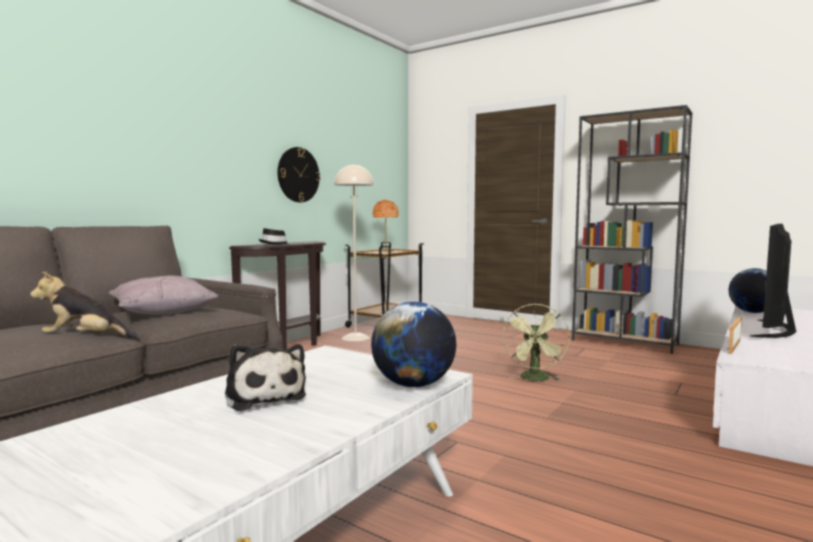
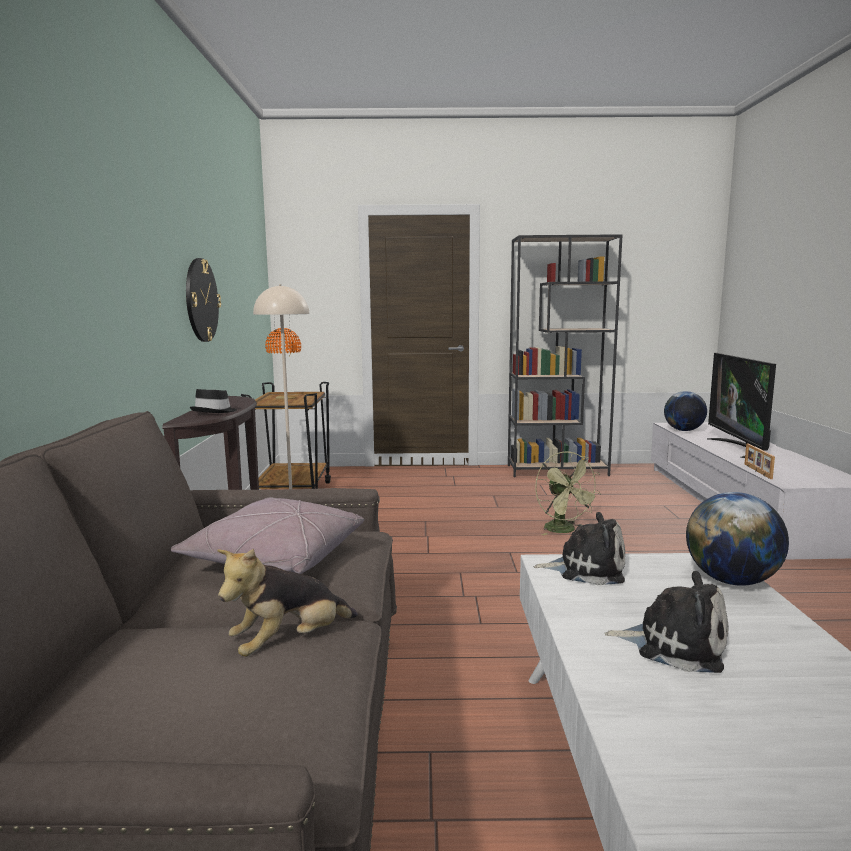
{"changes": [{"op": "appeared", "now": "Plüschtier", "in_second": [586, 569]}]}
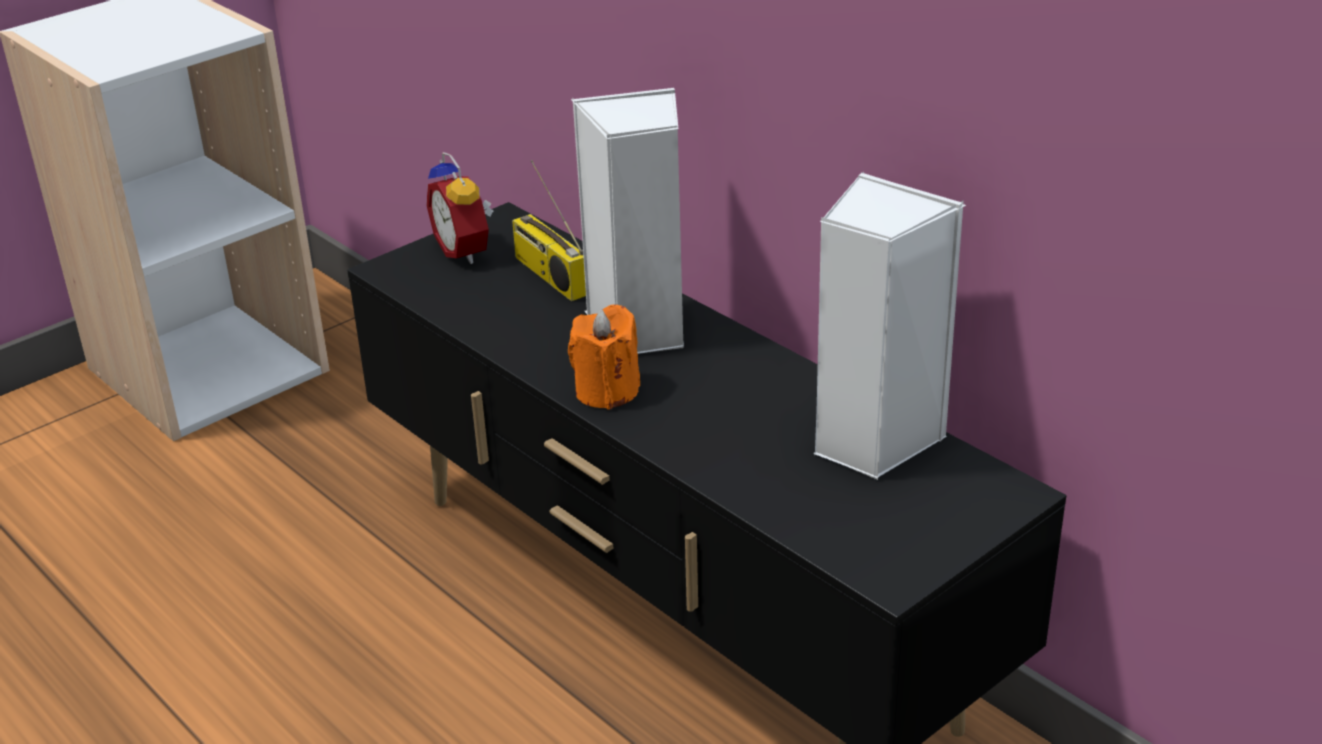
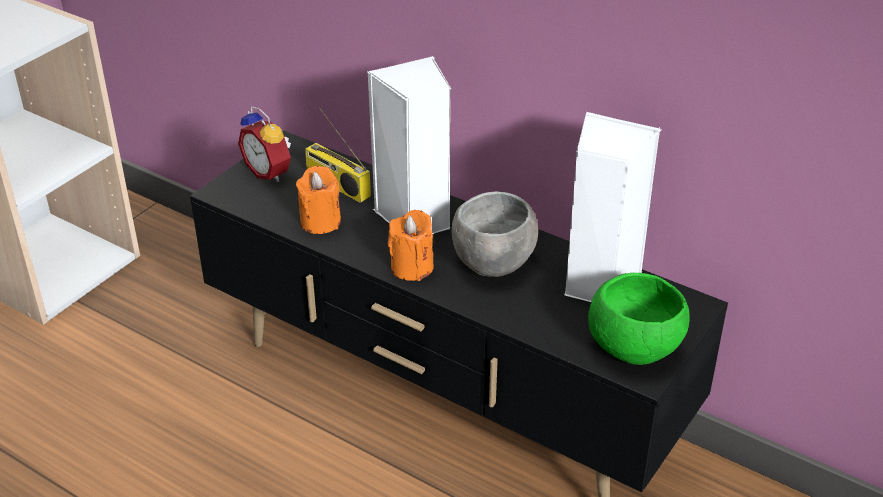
{"changes": [{"op": "appeared", "now": "Kerze/orange", "in_second": [320, 222]}, {"op": "appeared", "now": "Schüssel/grau", "in_second": [492, 264]}, {"op": "appeared", "now": "Schüssel/grün", "in_second": [632, 348]}]}
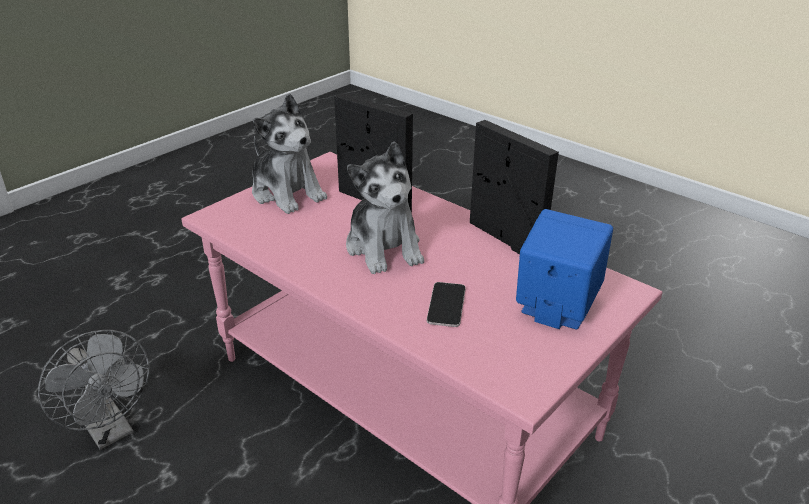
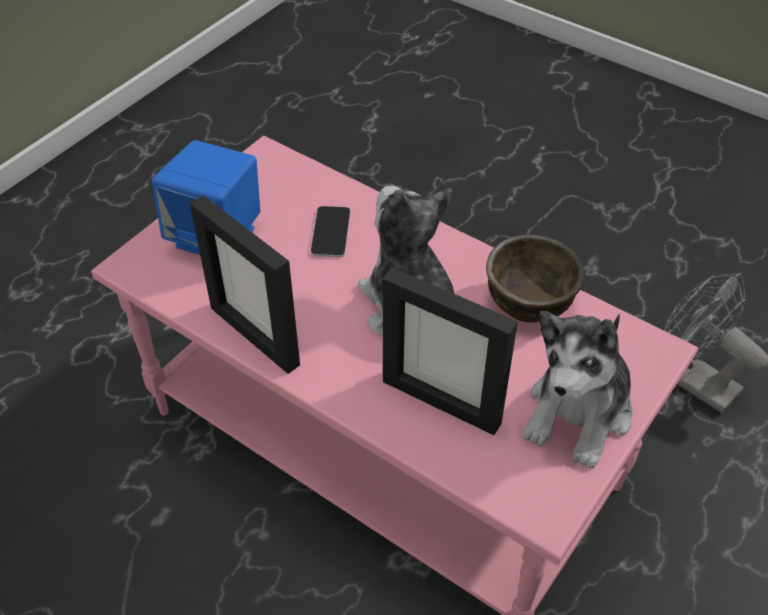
{"changes": [{"op": "spun", "was": "Plüschtier", "in_first": [287, 193], "in_second": [579, 412], "clockwise": -105}, {"op": "appeared", "now": "Schüssel/braun", "in_second": [528, 302]}]}
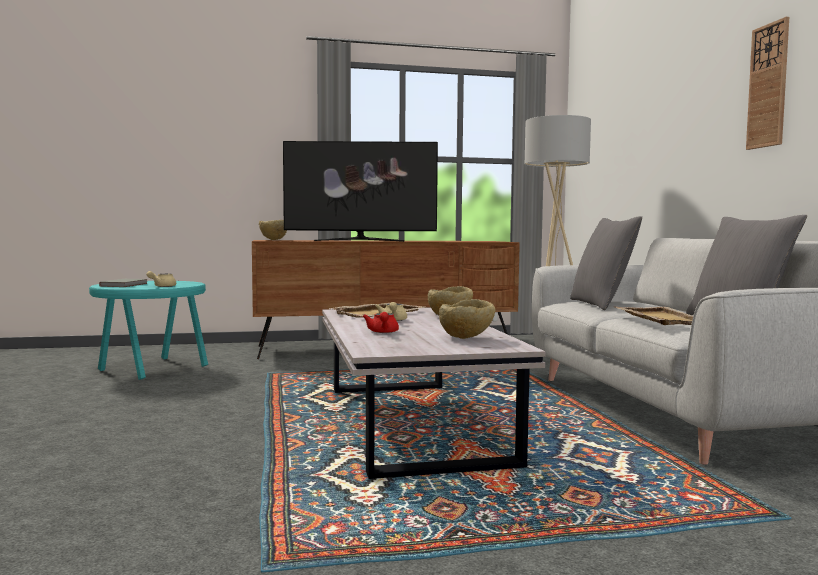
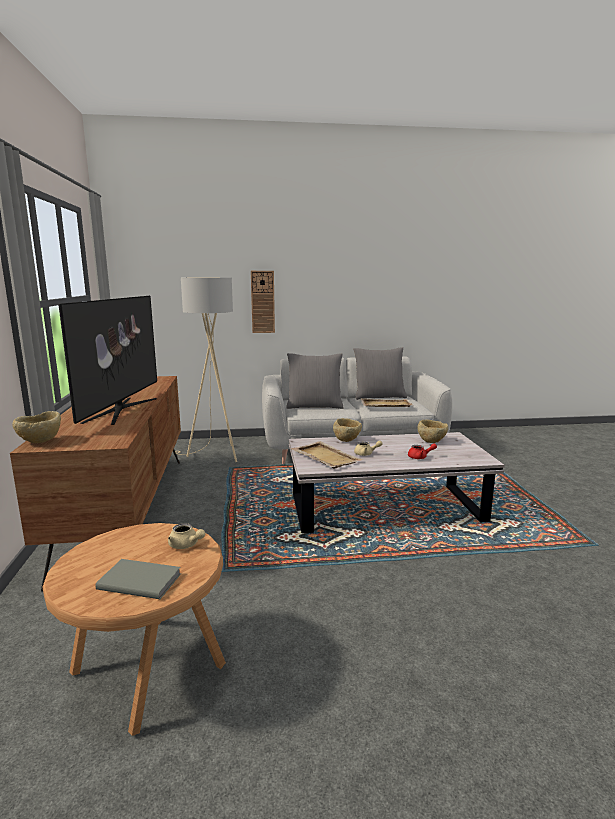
{"changes": [{"op": "relocated", "was": "Wanduhr", "in_first": [768, 86], "in_second": [262, 302]}, {"op": "colour", "was": "Beistelltisch/türkis", "now": "Beistelltisch/braun", "in_first": [151, 368], "in_second": [149, 672]}]}
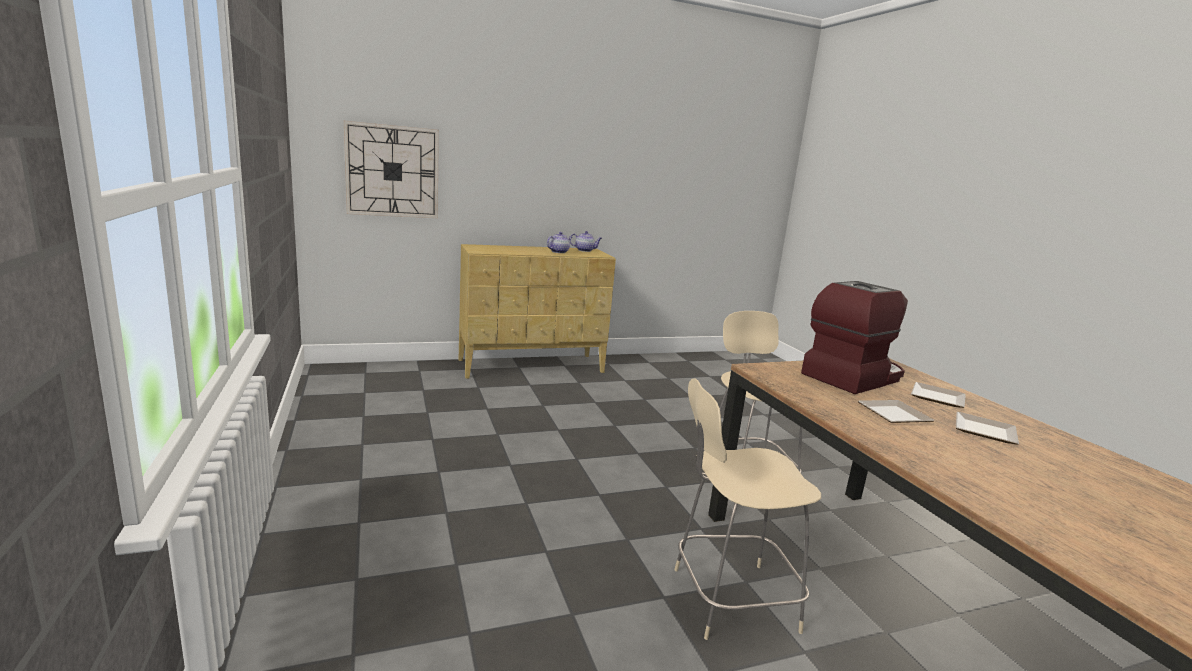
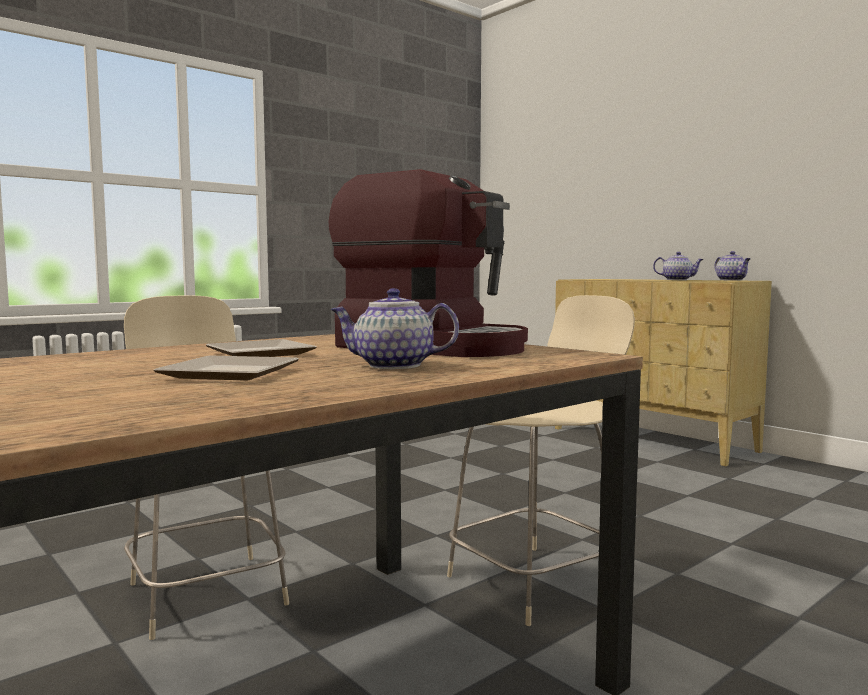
{"changes": [{"op": "missing", "was": "Wanduhr", "in_first": [392, 171]}, {"op": "exchanged", "was": "Teller", "now": "Teekanne", "in_first": [939, 399], "in_second": [392, 366]}]}
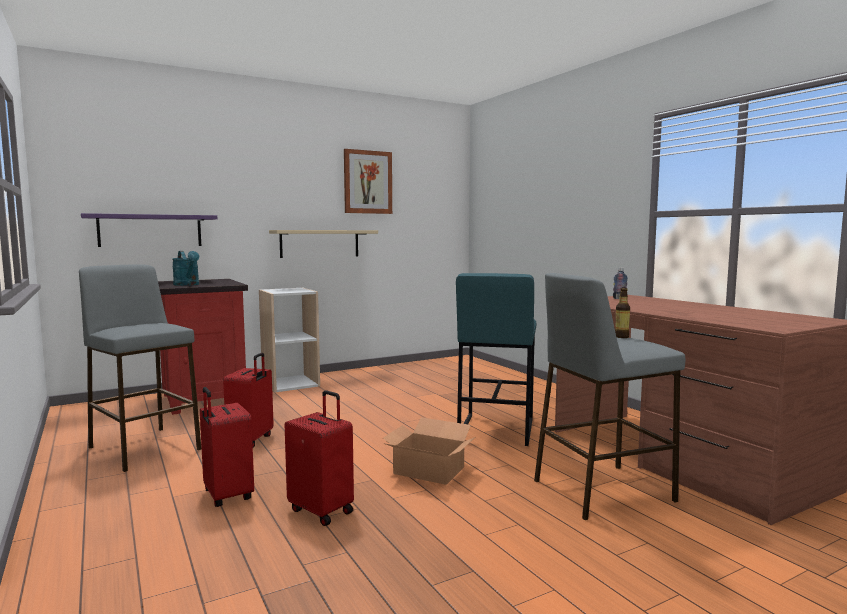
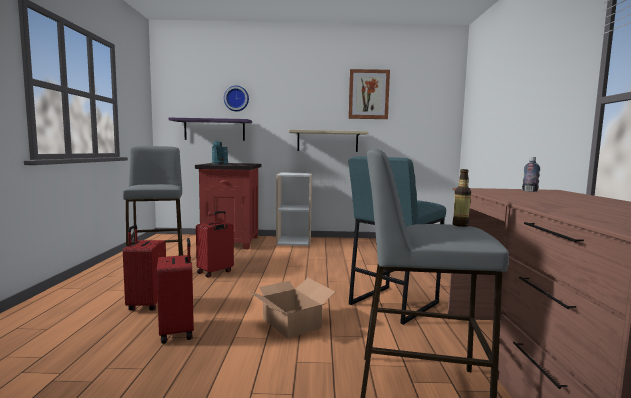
{"changes": [{"op": "appeared", "now": "Wanduhr", "in_second": [236, 98]}]}
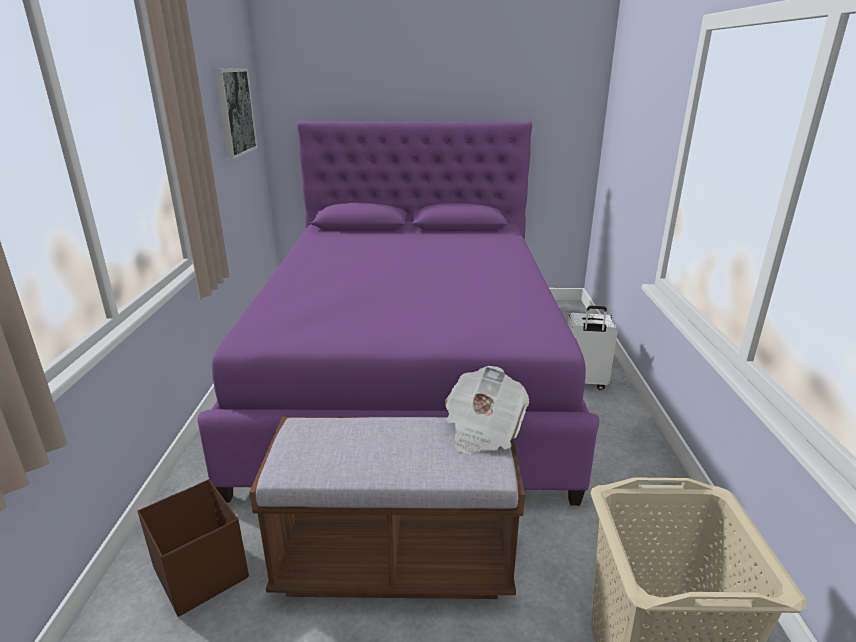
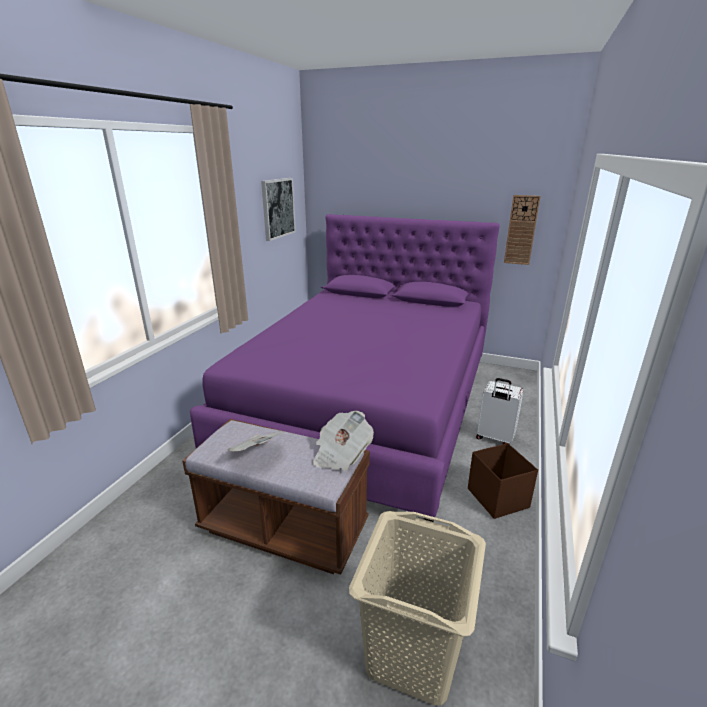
{"changes": [{"op": "relocated", "was": "Aufbewahrungsbox/braun", "in_first": [201, 572], "in_second": [497, 497]}, {"op": "appeared", "now": "Wanduhr", "in_second": [521, 230]}, {"op": "appeared", "now": "Zeitung", "in_second": [257, 453]}]}
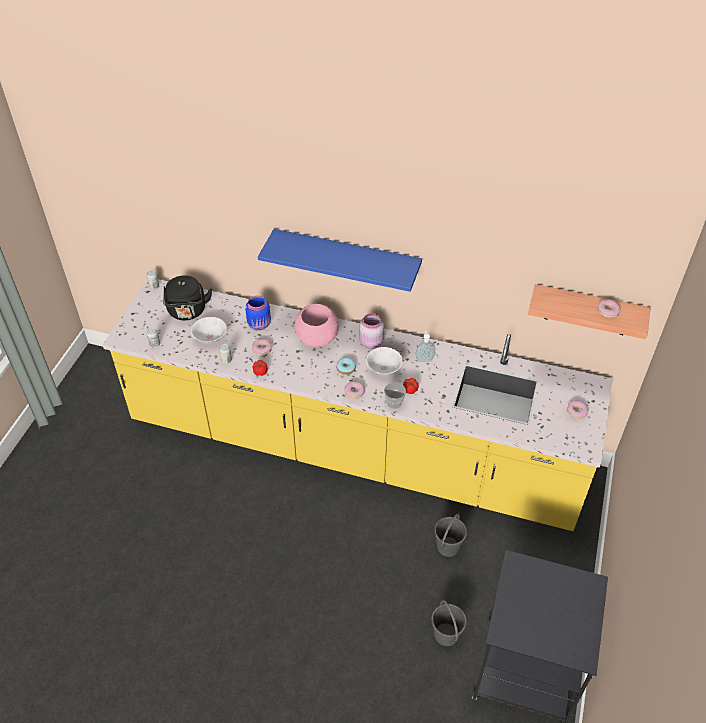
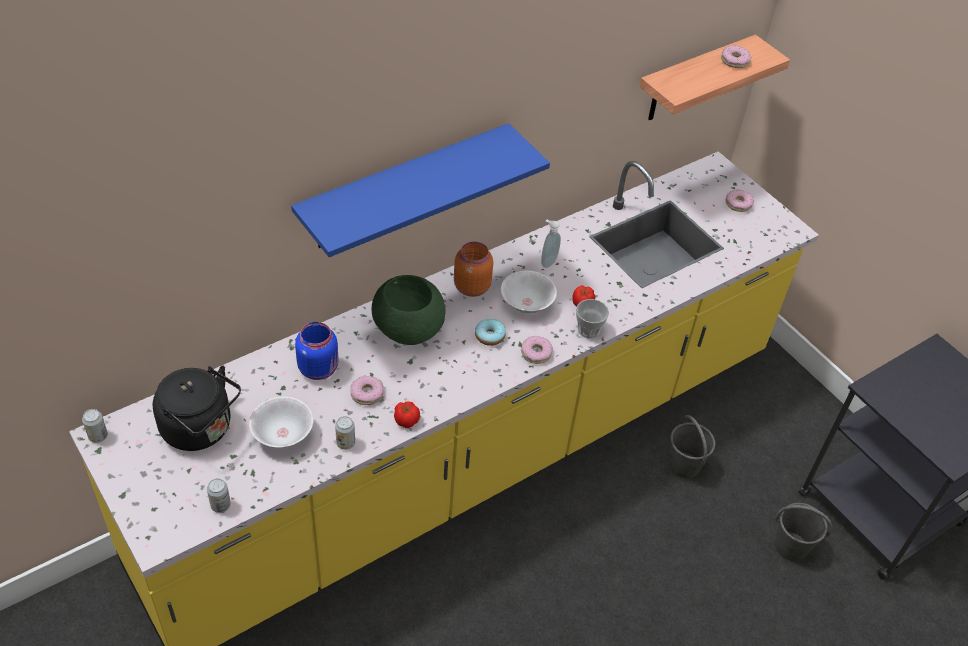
{"changes": [{"op": "colour", "was": "Schüssel/rosa", "now": "Schüssel/grün", "in_first": [317, 338], "in_second": [409, 329]}, {"op": "colour", "was": "Vorratsglas/rosa", "now": "Vorratsglas/orange", "in_first": [370, 342], "in_second": [470, 287]}]}
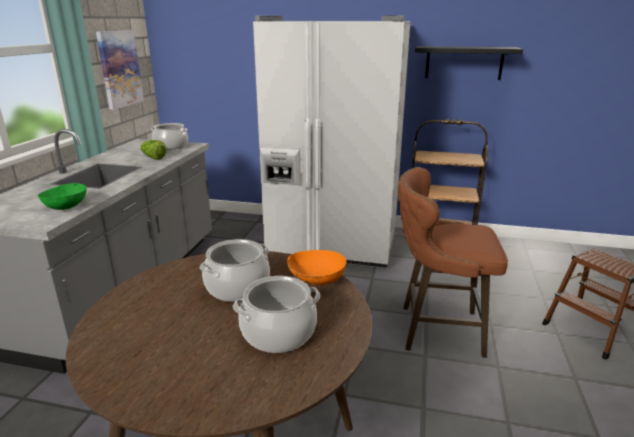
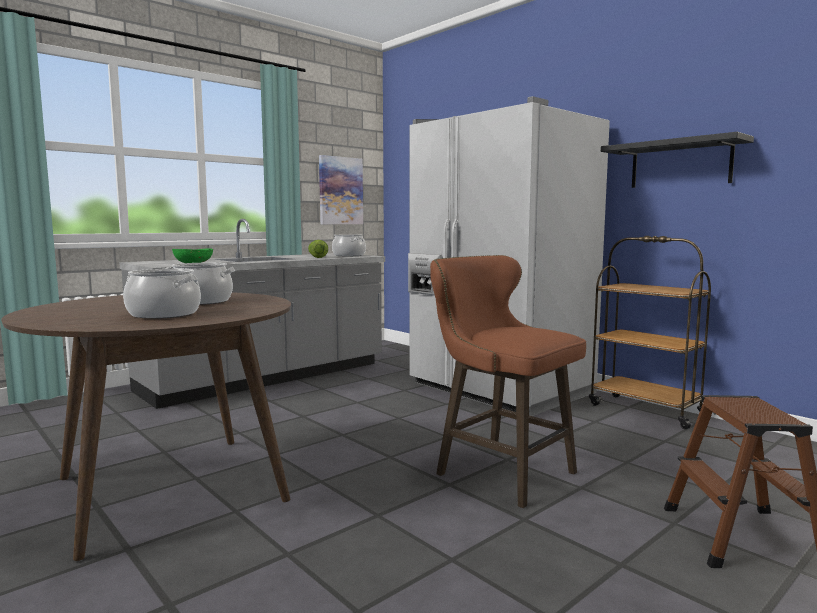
{"changes": [{"op": "missing", "was": "Schüssel/orange", "in_first": [316, 281]}]}
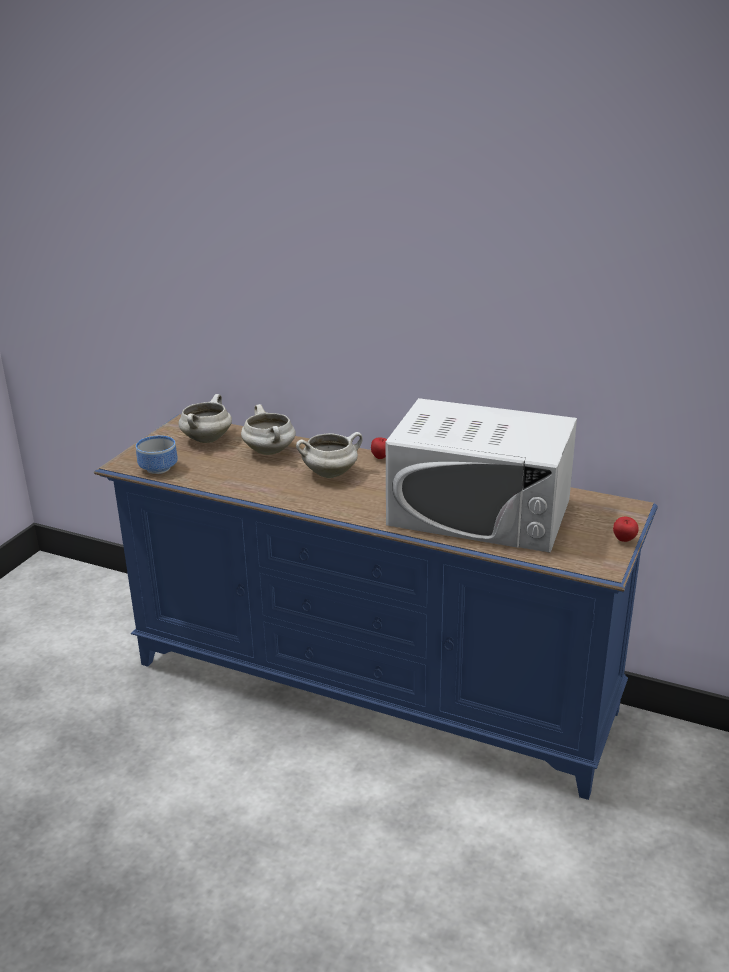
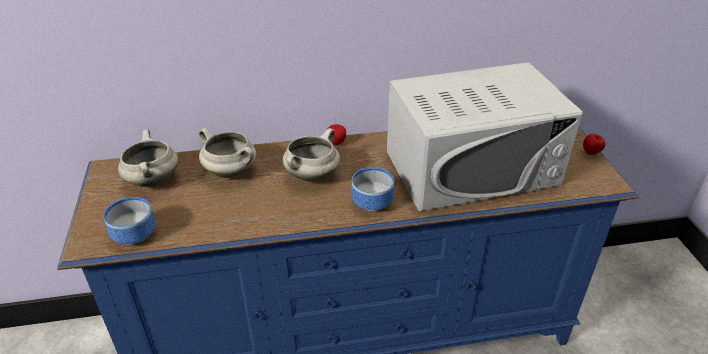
{"changes": [{"op": "appeared", "now": "Schüssel", "in_second": [370, 202]}]}
